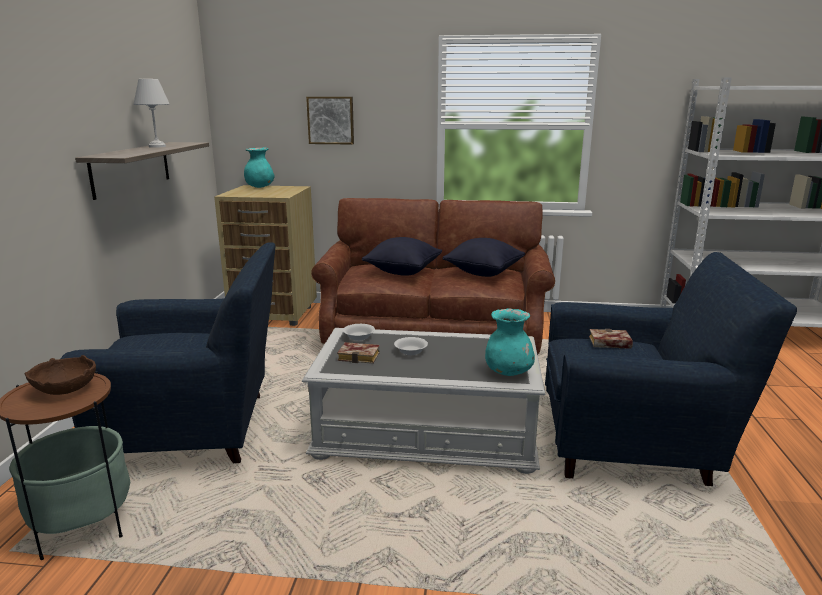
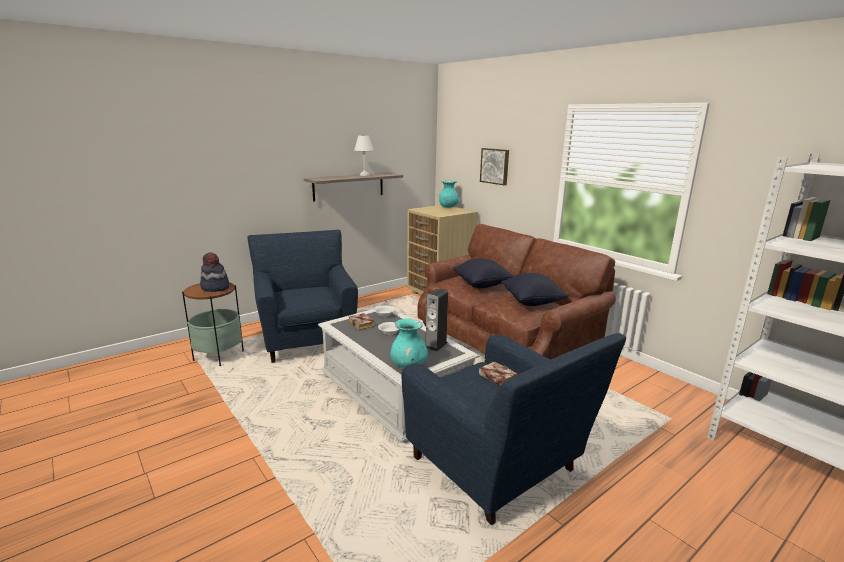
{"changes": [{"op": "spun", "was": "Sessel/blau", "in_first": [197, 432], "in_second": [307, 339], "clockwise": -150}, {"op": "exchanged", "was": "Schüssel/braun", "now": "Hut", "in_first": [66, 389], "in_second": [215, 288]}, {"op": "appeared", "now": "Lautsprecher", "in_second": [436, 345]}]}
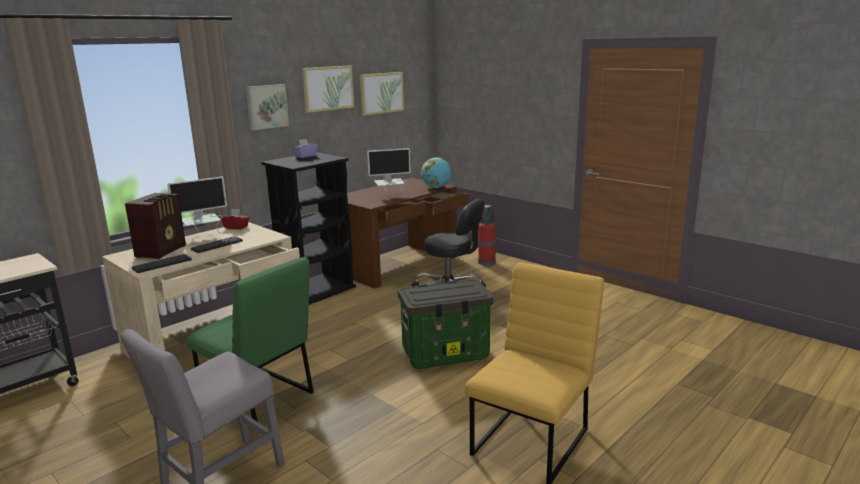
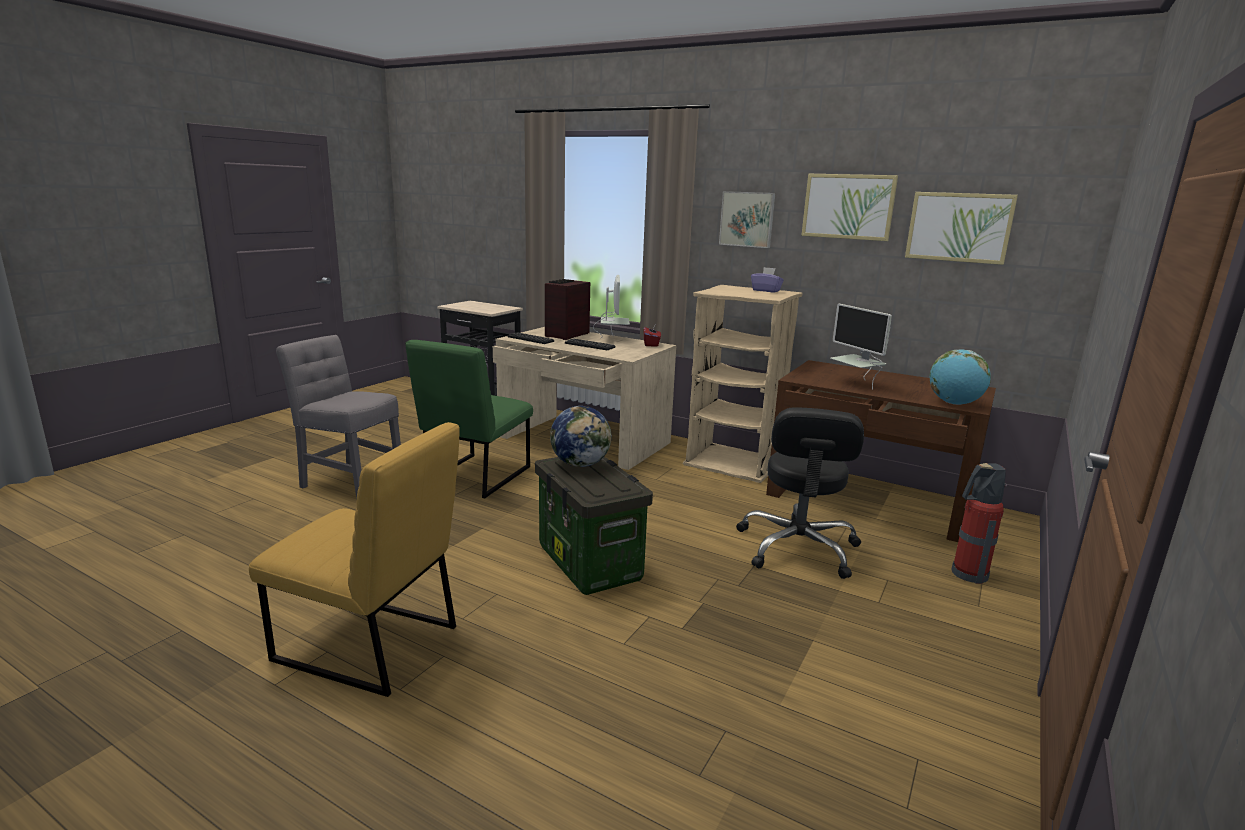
{"changes": [{"op": "colour", "was": "Bücherregal/schwarz", "now": "Bücherregal/beige", "in_first": [316, 289], "in_second": [733, 463]}, {"op": "spun", "was": "Monitor", "in_first": [203, 237], "in_second": [613, 339], "clockwise": -135}, {"op": "spun", "was": "Radio", "in_first": [162, 251], "in_second": [566, 335], "clockwise": 120}, {"op": "appeared", "now": "Globus", "in_second": [580, 464]}]}
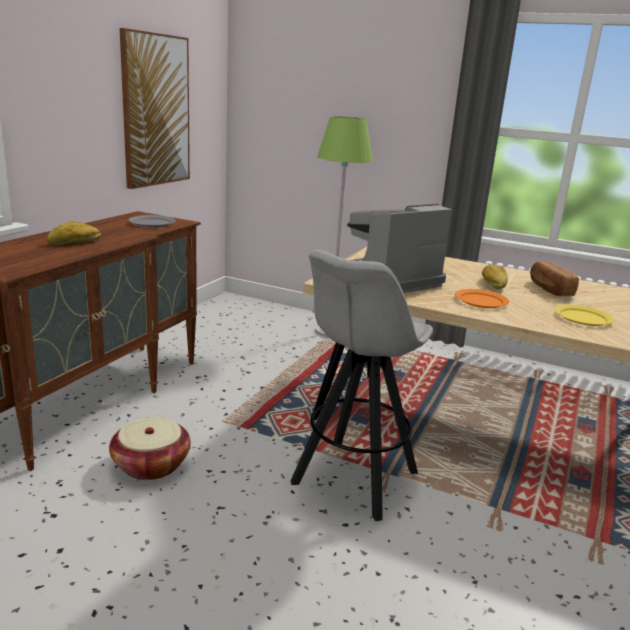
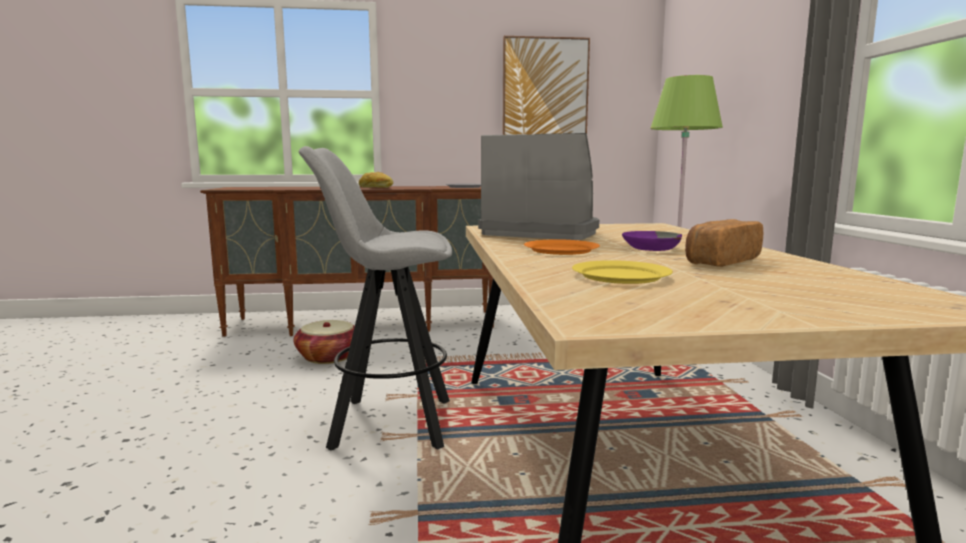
{"changes": [{"op": "exchanged", "was": "Brot", "now": "Schüssel/lila", "in_first": [492, 284], "in_second": [651, 248]}]}
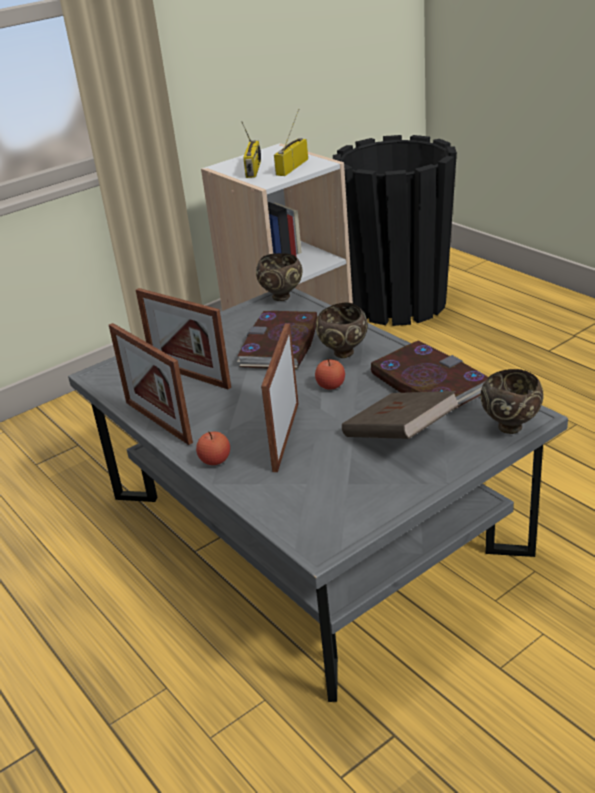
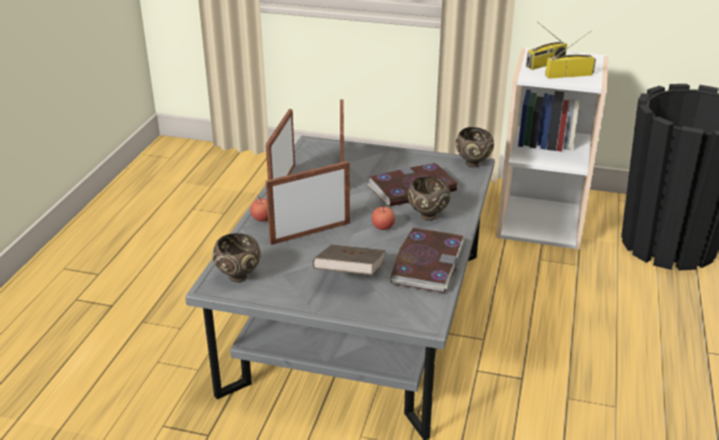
{"changes": [{"op": "relocated", "was": "Schüssel/braun", "in_first": [510, 426], "in_second": [239, 277]}]}
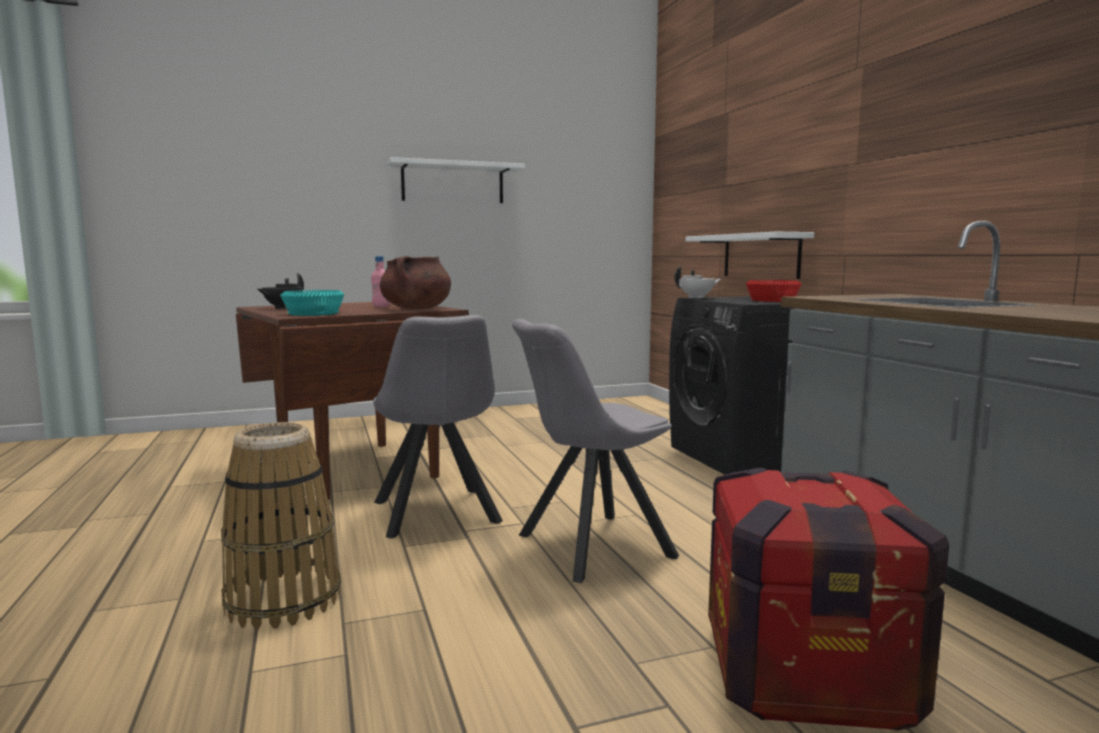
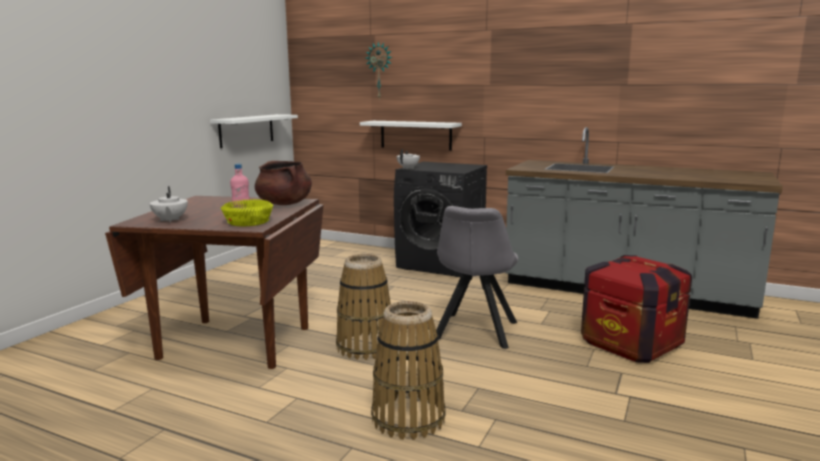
{"changes": [{"op": "relocated", "was": "Wandregal/weiß", "in_first": [453, 183], "in_second": [246, 130]}, {"op": "colour", "was": "Teekanne/schwarz", "now": "Teekanne/weiß", "in_first": [282, 308], "in_second": [170, 220]}, {"op": "missing", "was": "Schüssel/rot", "in_first": [773, 300]}, {"op": "colour", "was": "Schüssel/türkis", "now": "Schüssel/gelb", "in_first": [312, 313], "in_second": [247, 222]}, {"op": "exchanged", "was": "Stuhl/grau", "now": "Korb", "in_first": [437, 513], "in_second": [365, 347]}, {"op": "appeared", "now": "Wanduhr", "in_second": [379, 70]}]}
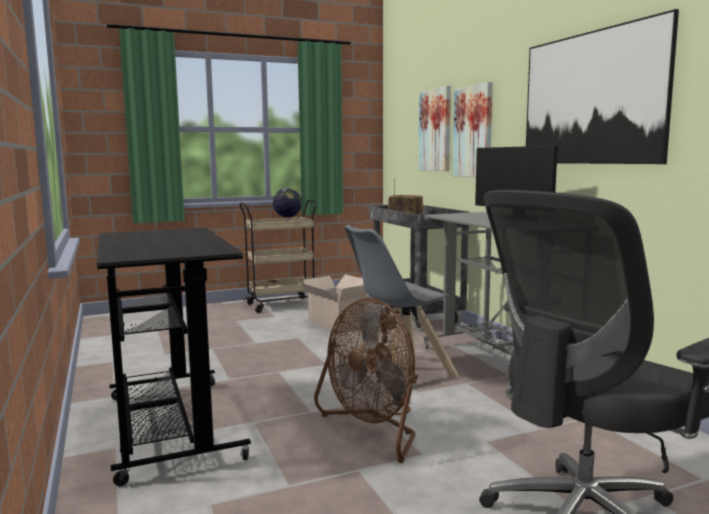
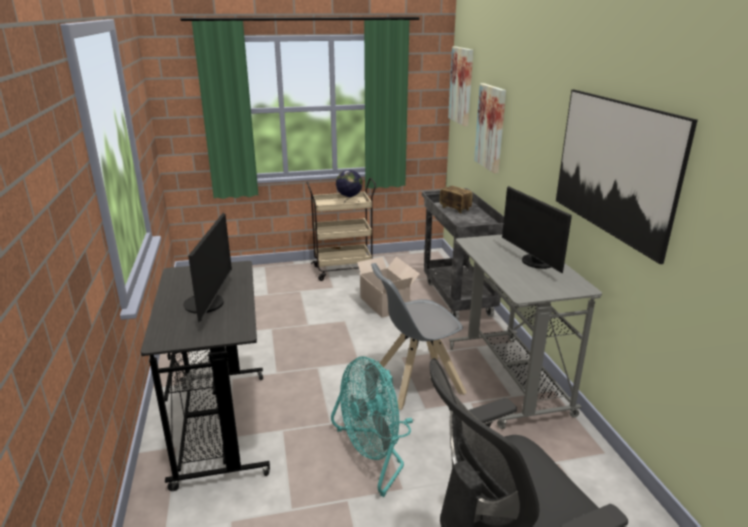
{"changes": [{"op": "relocated", "was": "Bild", "in_first": [473, 131], "in_second": [462, 85]}, {"op": "colour", "was": "Ventilator/braun", "now": "Ventilator/türkis", "in_first": [376, 428], "in_second": [375, 451]}, {"op": "appeared", "now": "Monitor", "in_second": [208, 304]}]}
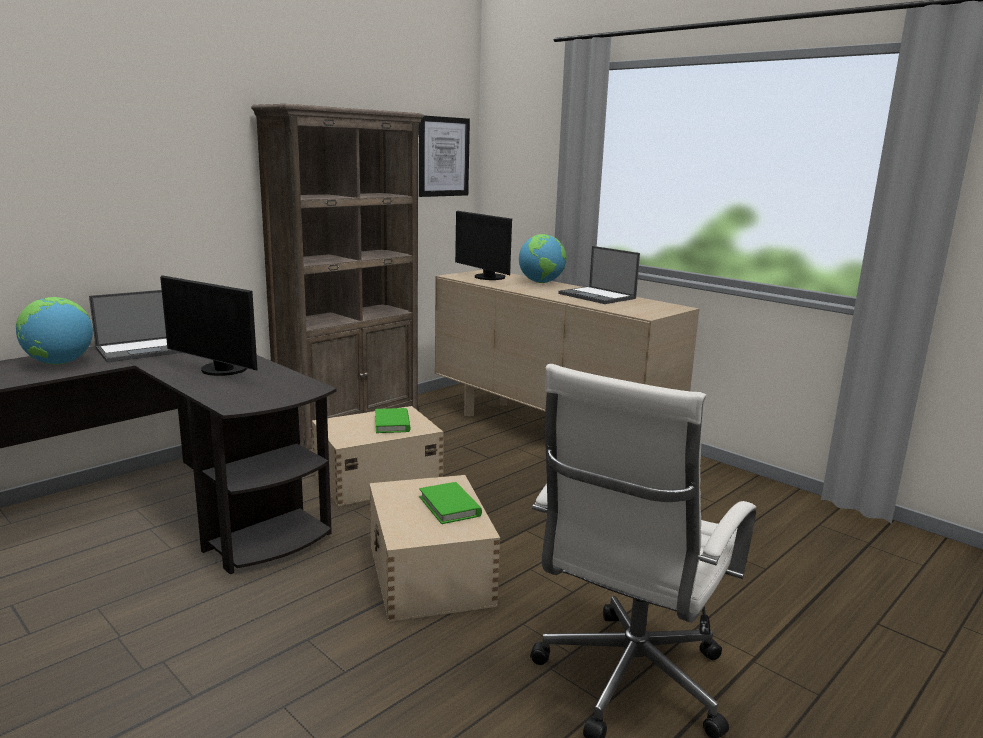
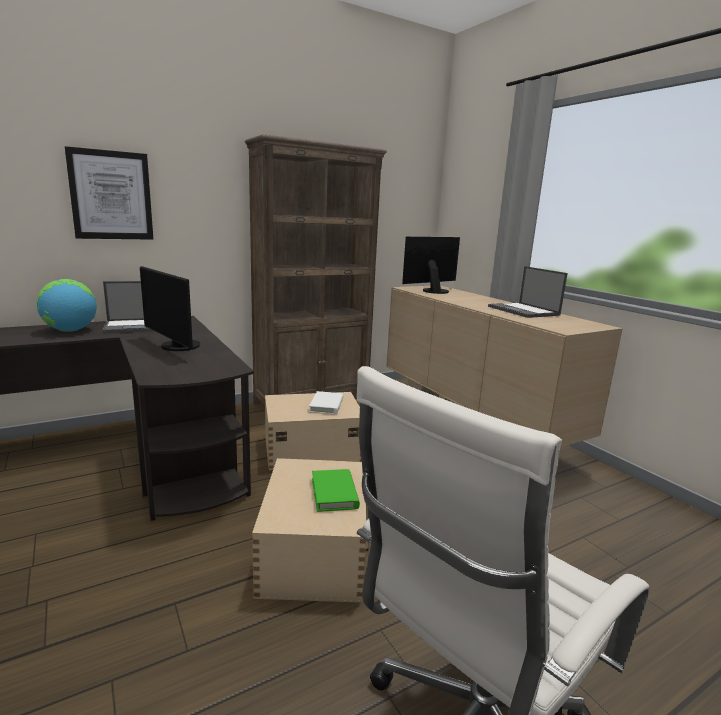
{"changes": [{"op": "relocated", "was": "Bild", "in_first": [443, 157], "in_second": [111, 195]}, {"op": "spun", "was": "Monitor", "in_first": [487, 277], "in_second": [433, 291], "clockwise": 75}, {"op": "missing", "was": "Globus", "in_first": [541, 282]}, {"op": "colour", "was": "Buch/grün", "now": "Buch/weiß", "in_first": [392, 423], "in_second": [326, 405]}]}
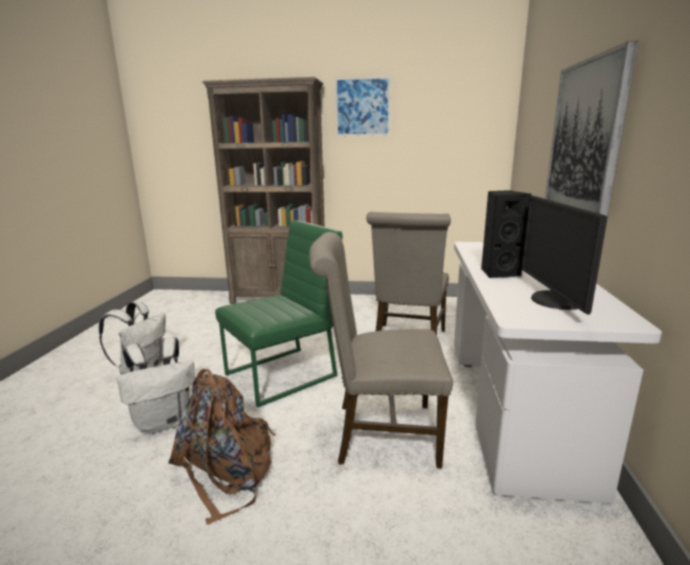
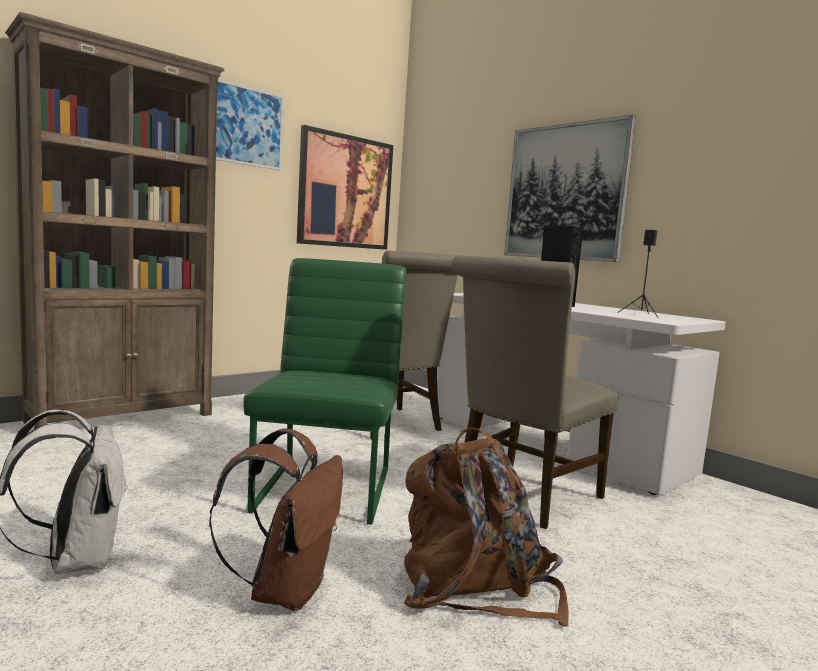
{"changes": [{"op": "exchanged", "was": "Monitor", "now": "Lautsprecher/schwarz", "in_first": [554, 301], "in_second": [641, 314]}, {"op": "colour", "was": "Rucksack/weiß", "now": "Rucksack/braun", "in_first": [164, 421], "in_second": [286, 589]}, {"op": "appeared", "now": "Bild", "in_second": [345, 192]}]}
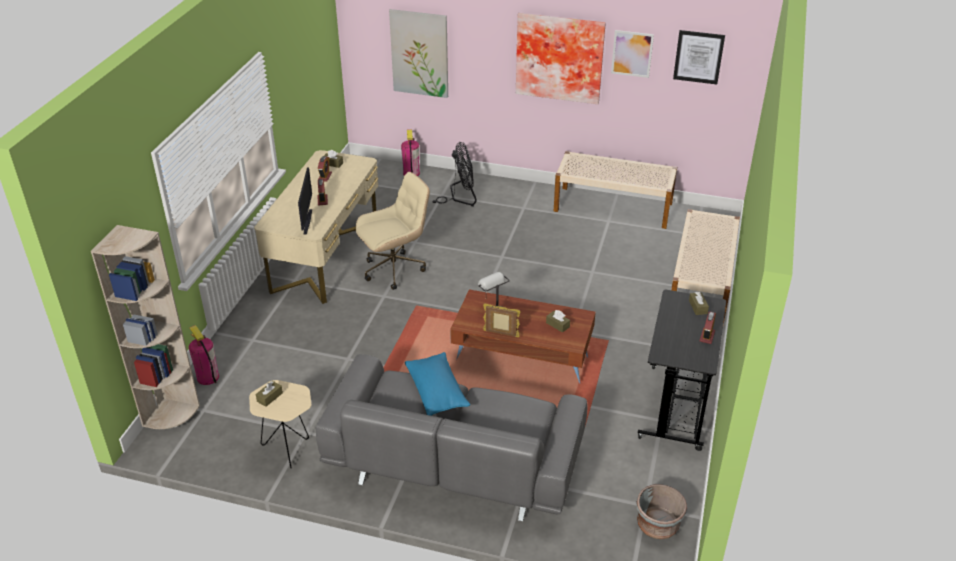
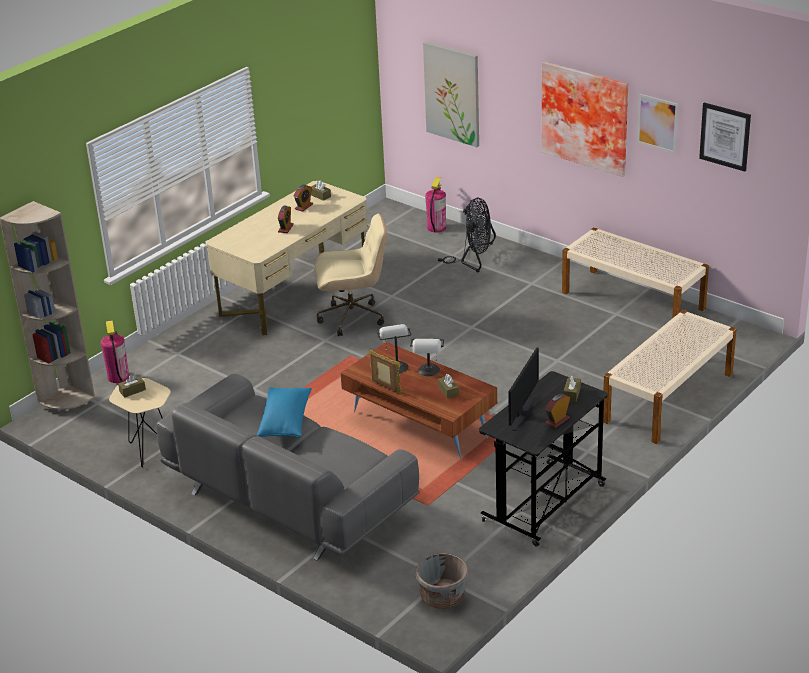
{"changes": [{"op": "relocated", "was": "Monitor", "in_first": [306, 221], "in_second": [521, 415]}, {"op": "appeared", "now": "Tischlampe", "in_second": [429, 372]}]}
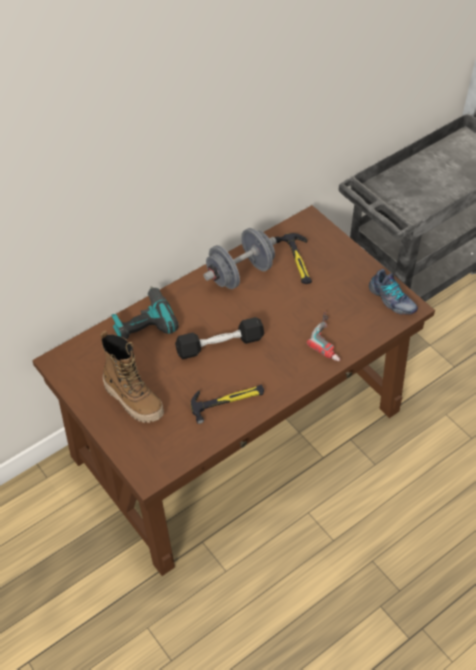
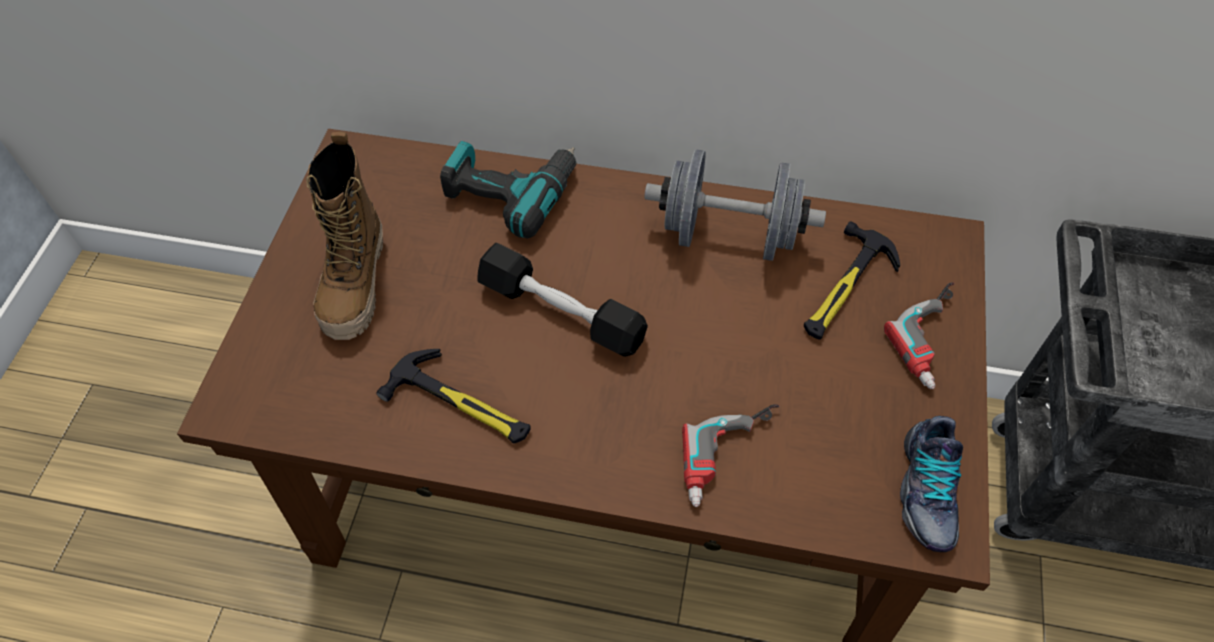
{"changes": [{"op": "appeared", "now": "Bohrmaschine", "in_second": [937, 340]}]}
